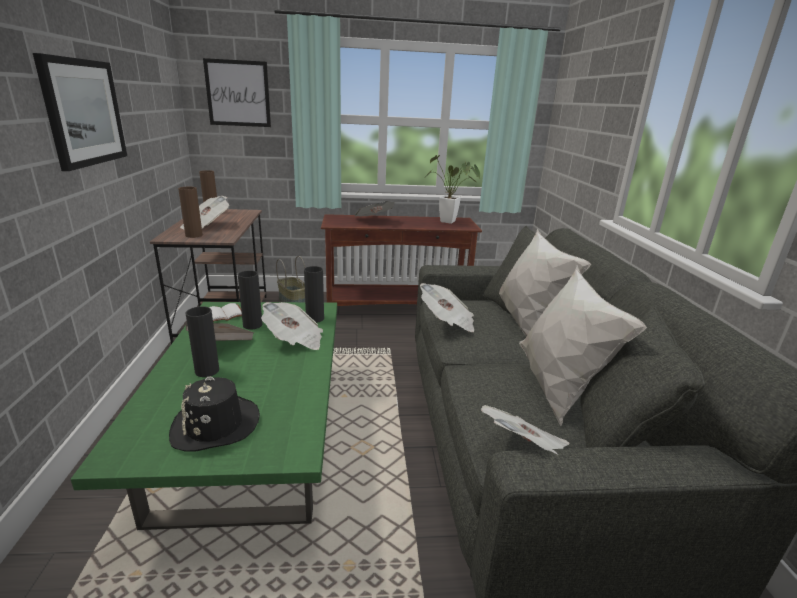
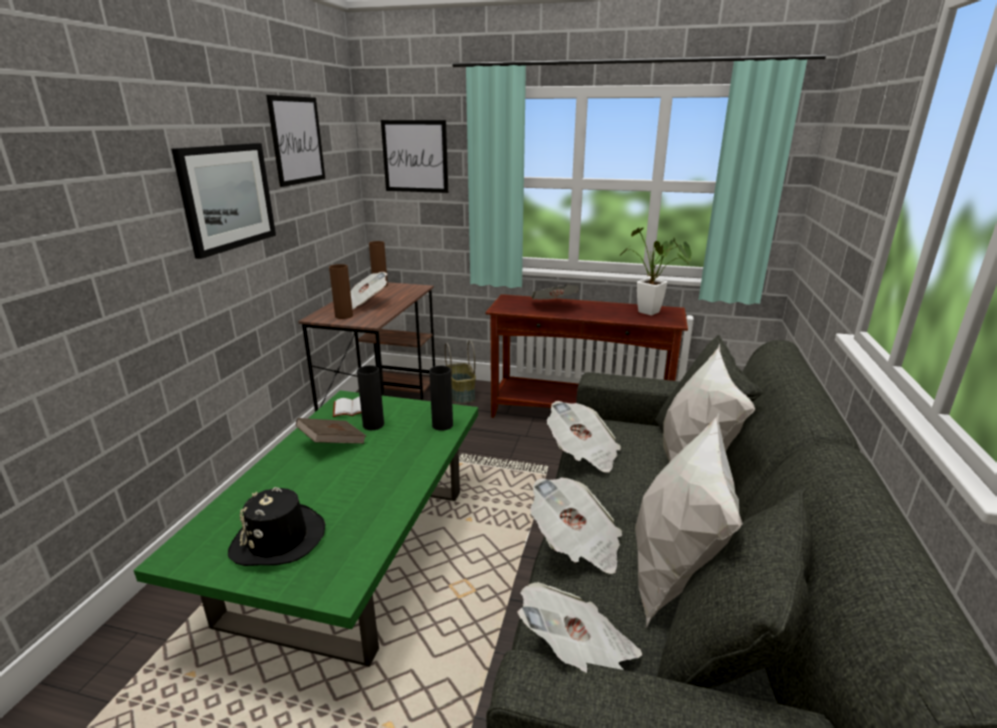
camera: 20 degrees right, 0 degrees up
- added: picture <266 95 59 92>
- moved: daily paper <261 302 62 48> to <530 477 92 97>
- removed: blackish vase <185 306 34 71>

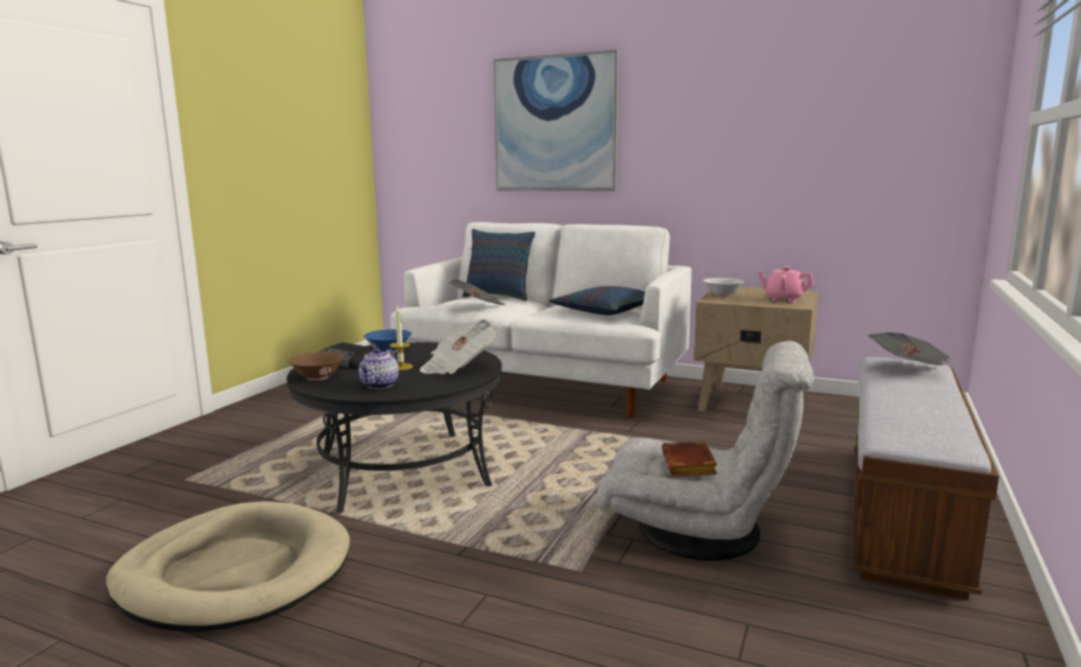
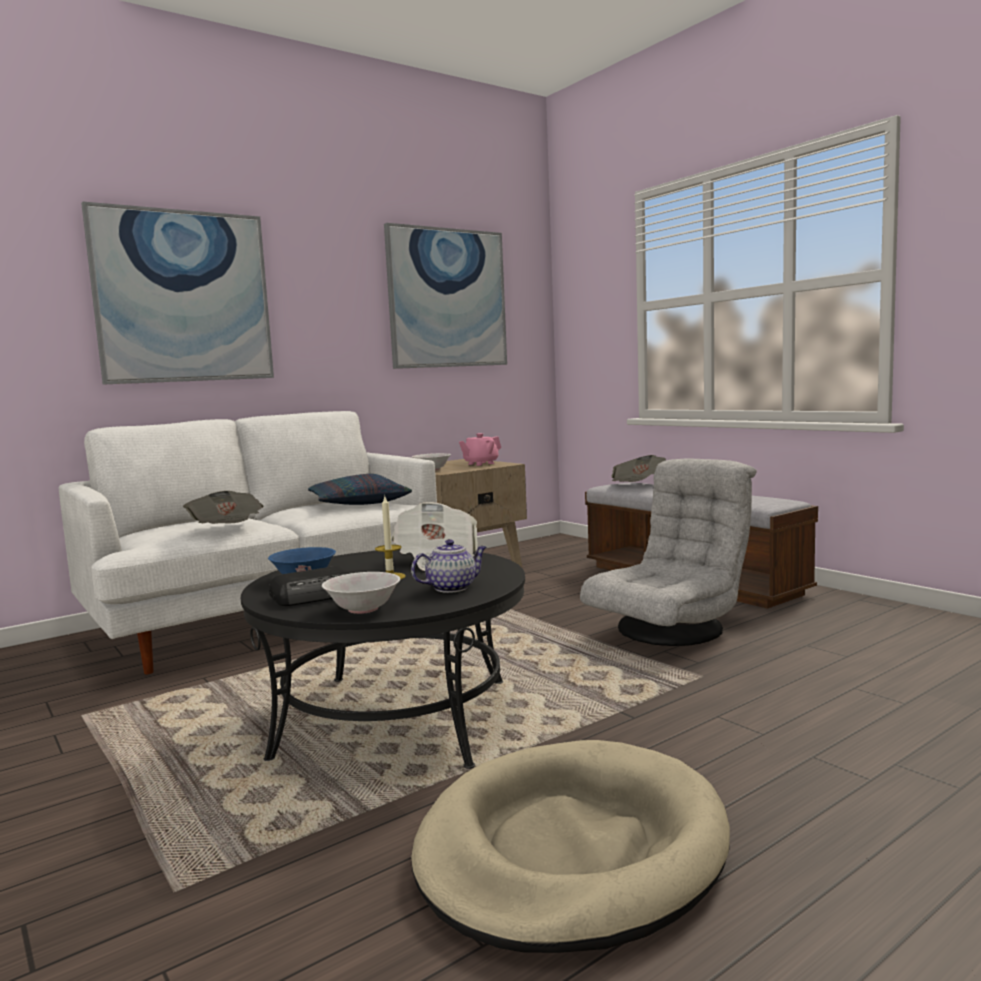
camera: 60 degrees left, 5 degrees down
- recoloured: brownish bowl <288 352 56 28> to whitish bowl <322 572 78 42>
- added: picture <384 223 123 146>
- turned: teapot <359 348 40 41> = <411 539 76 54> 75 degrees counterclockwise
- removed: bluish pillow <463 229 72 72>
- removed: brownish book <662 441 55 35>

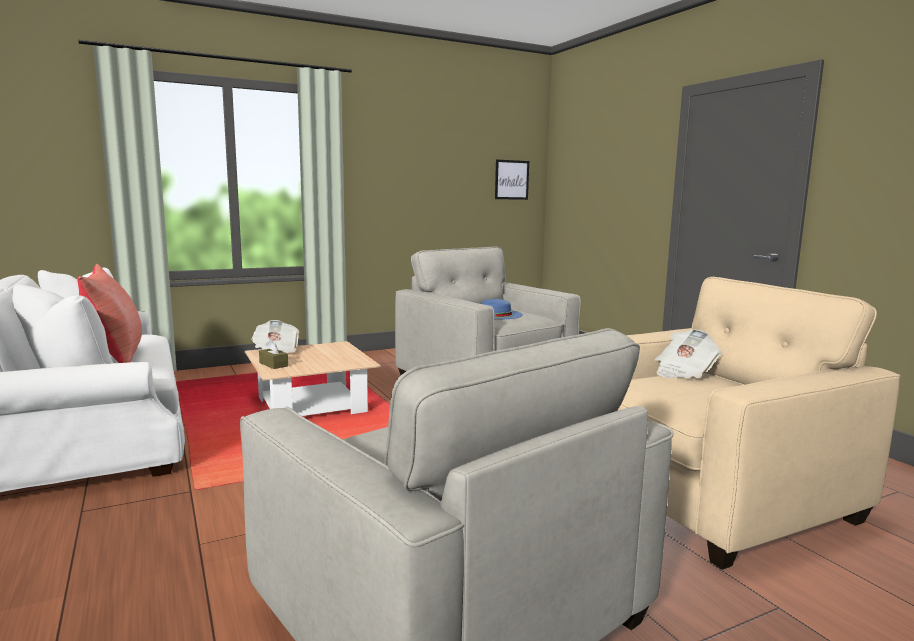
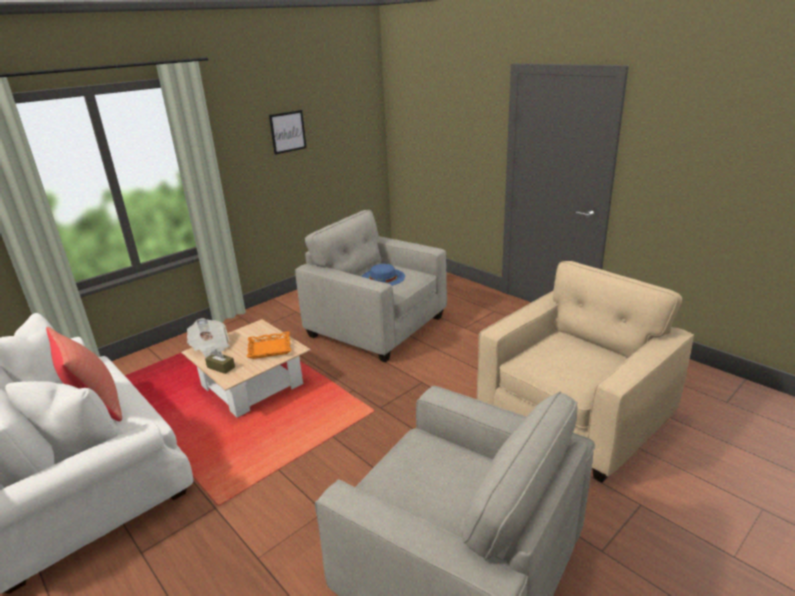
camera: 15 degrees left, 15 degrees up
- added: orange tray <247 331 44 28>
- moved: picture <495 160 34 40> to <269 110 37 45>
- removed: daily paper <654 329 69 49>

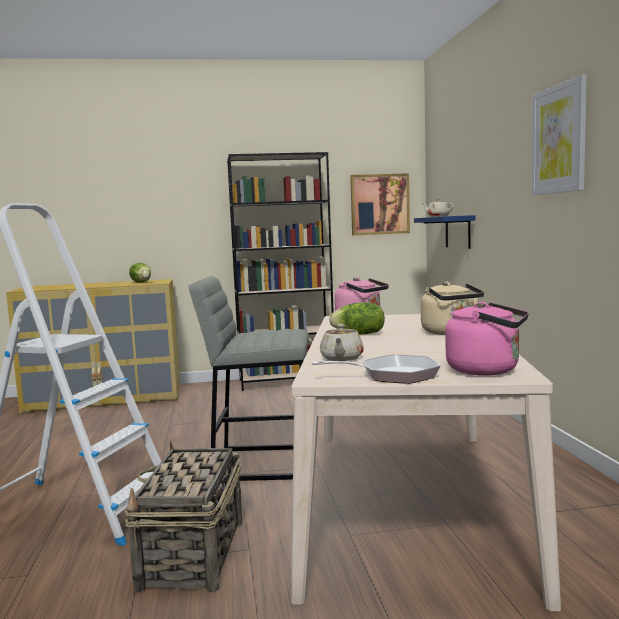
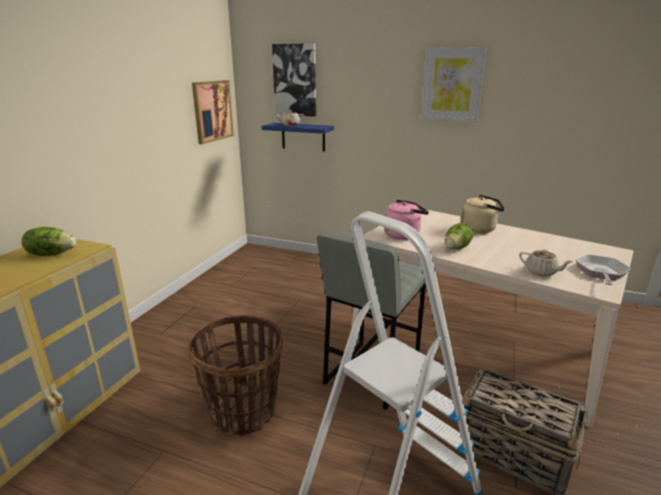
camera: 60 degrees left, 15 degrees up
- added: basket <188 315 95 121>
- added: picture <272 43 44 74>
- removed: sand-coloured bookshelf <227 152 107 239>
- removed: pinkish water kettle <445 302 84 74>

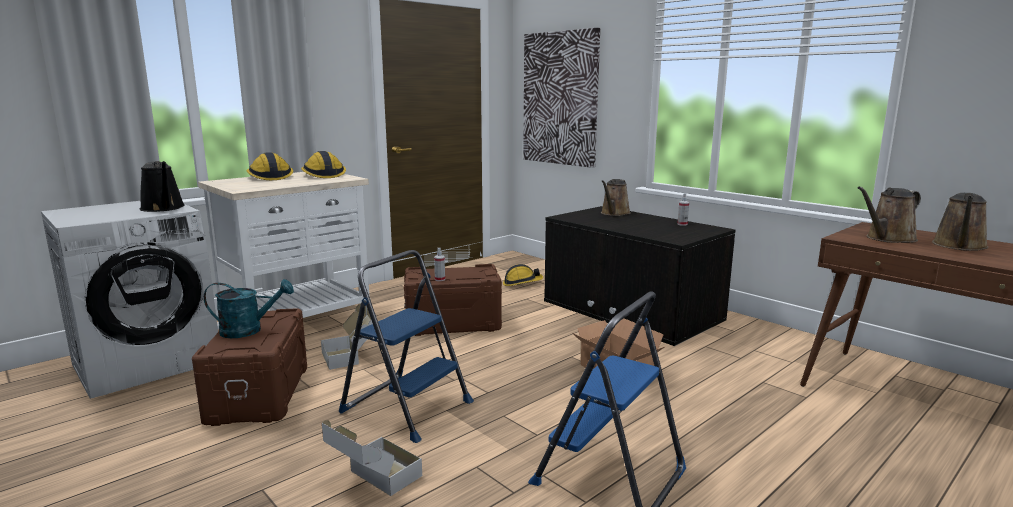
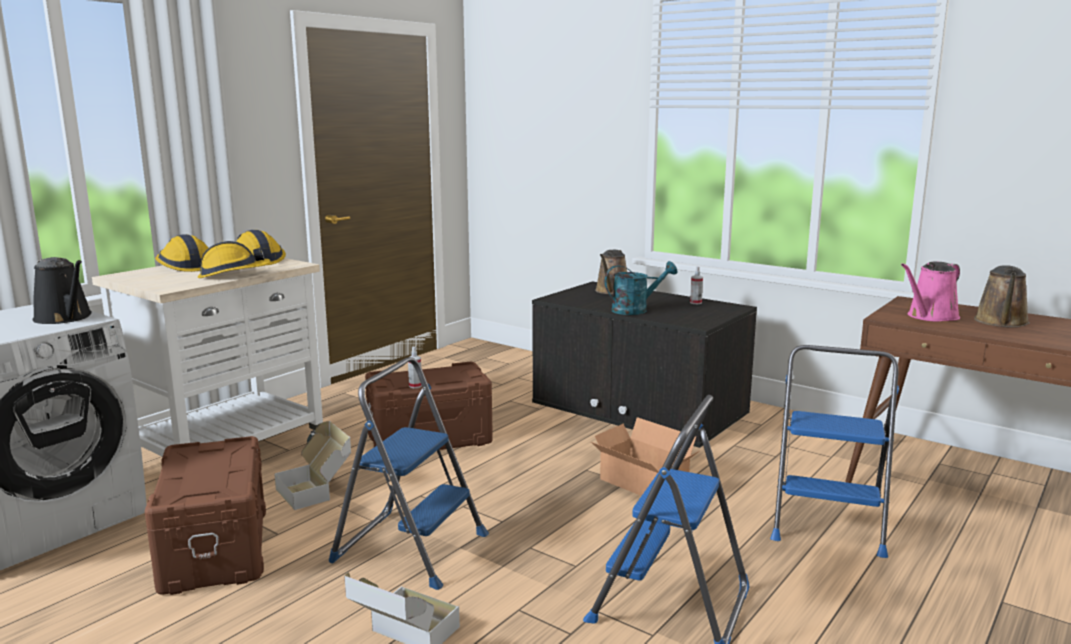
camera: 10 degrees left, 0 degrees up
- moved: work helmet <503 264 40 22> to <198 241 73 37>
- moved: blue-green watering can <204 279 90 59> to <605 261 73 54>
- added: bluish stepladder <770 345 129 213>
- recoloured: brownish watering can <858 187 63 56> to pinkish watering can <901 261 59 61>
- removed: picture <523 28 77 140>

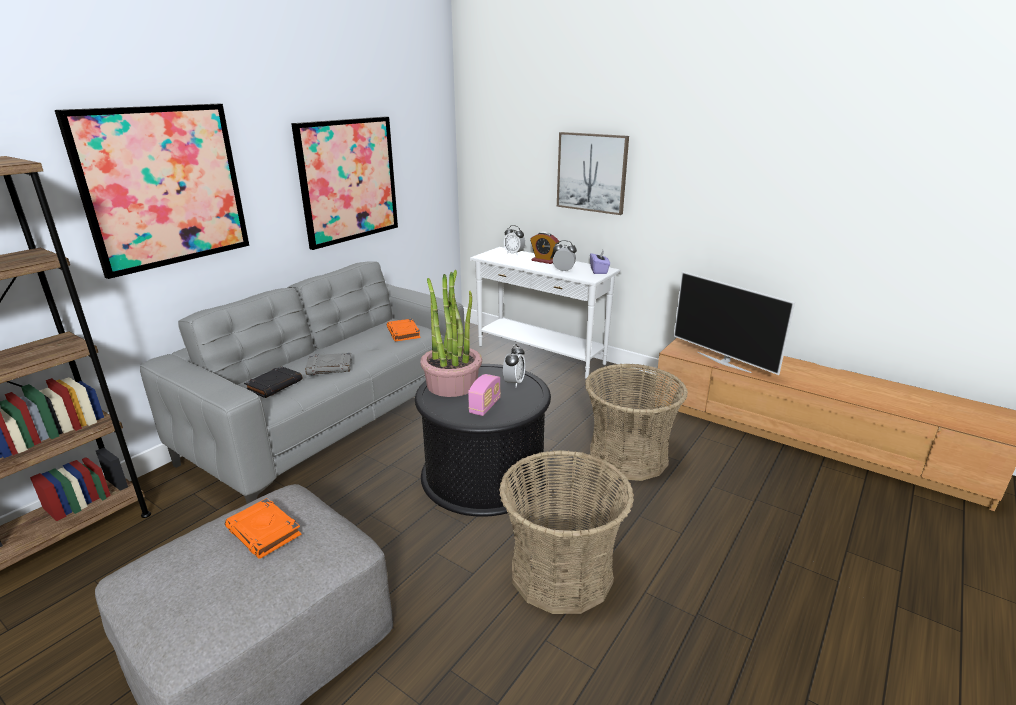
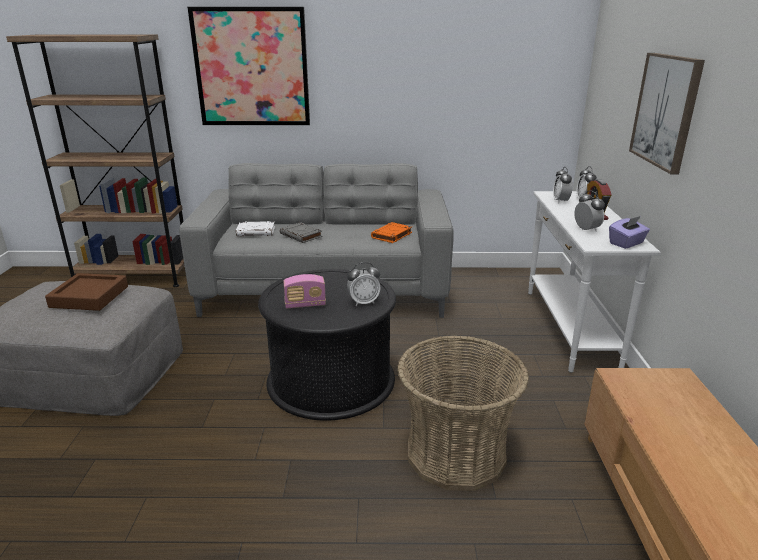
camera: 55 degrees right, 0 degrees up
- replaced: orange book <225 498 76 61> to brownish tray <45 273 83 38>
- recoloured: blackish book <244 366 58 32> to whitish book <236 221 39 15>
- added: bedside clock <553 167 20 37>
- removed: picture <291 116 107 134>
- removed: houseplant <420 270 62 127>
- removed: basket <499 450 135 164>
- removed: TV <673 271 122 104>

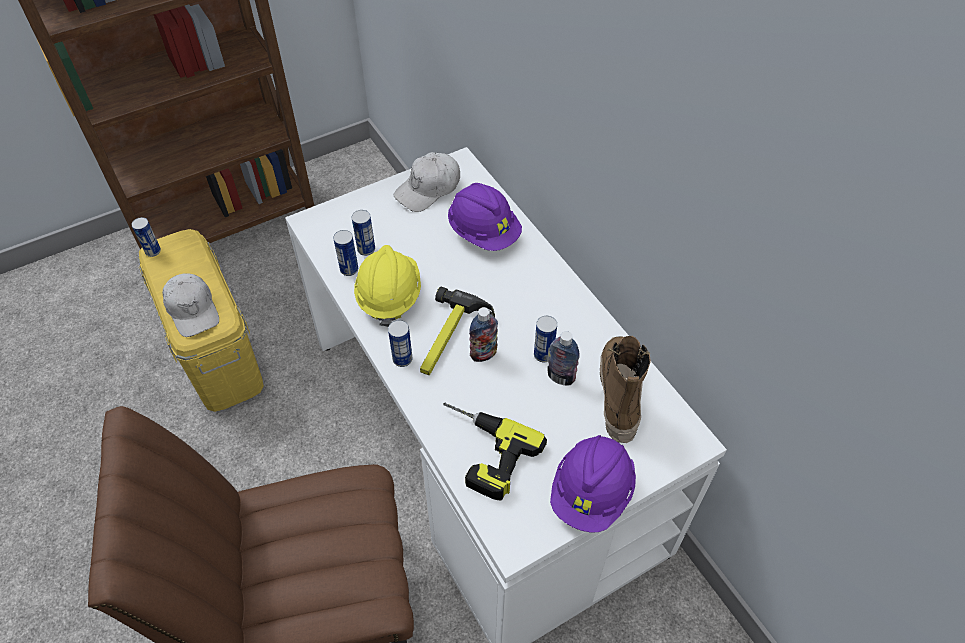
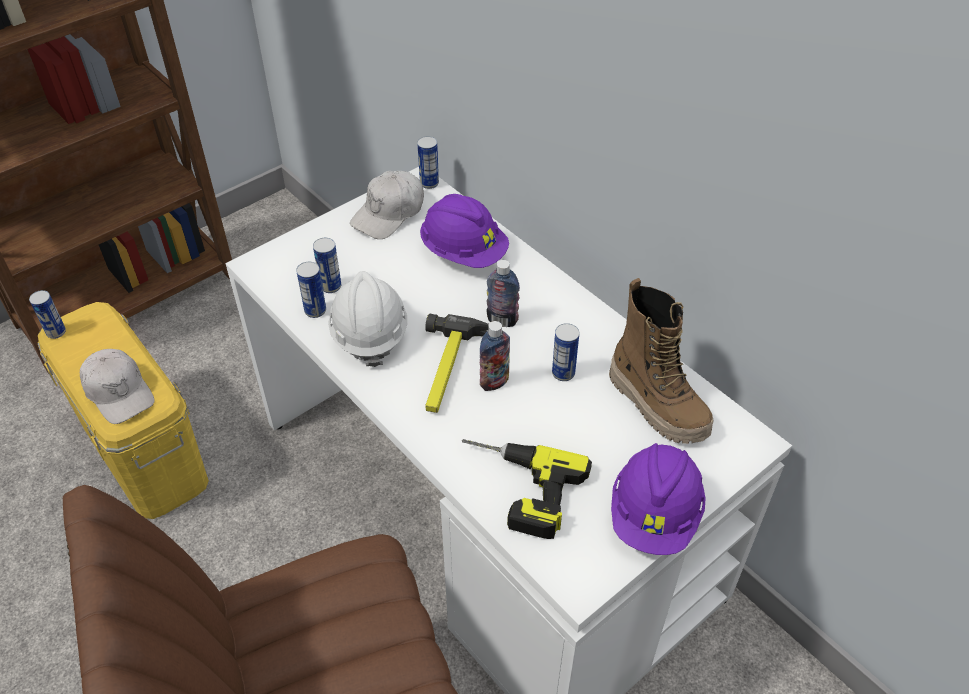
camera: 10 degrees left, 5 degrees down
- recoloured: yellowish work helmet <354 245 67 82> to whitish work helmet <328 271 79 96>
- moved: metal can <388 320 25 47> to <417 136 22 53>
- moved: drink bottle <547 331 33 54> to <486 260 34 67>
- turned: tall boot <600 336 51 107> = <609 278 105 166> 150 degrees clockwise

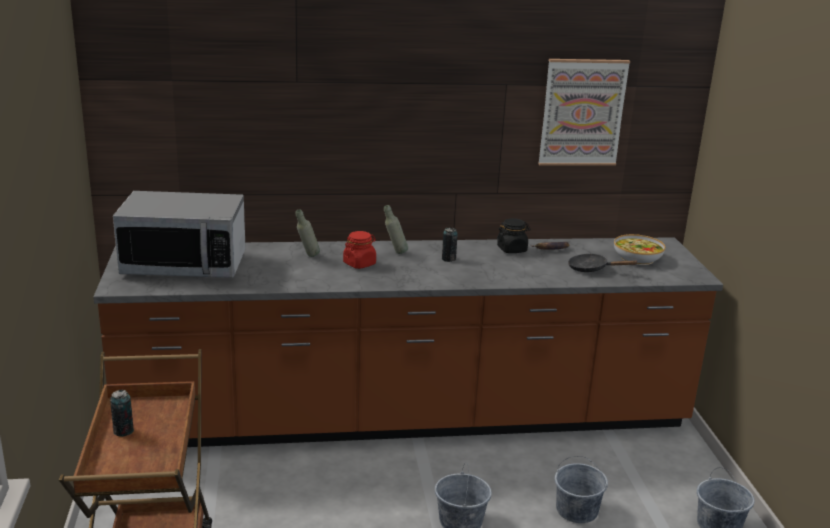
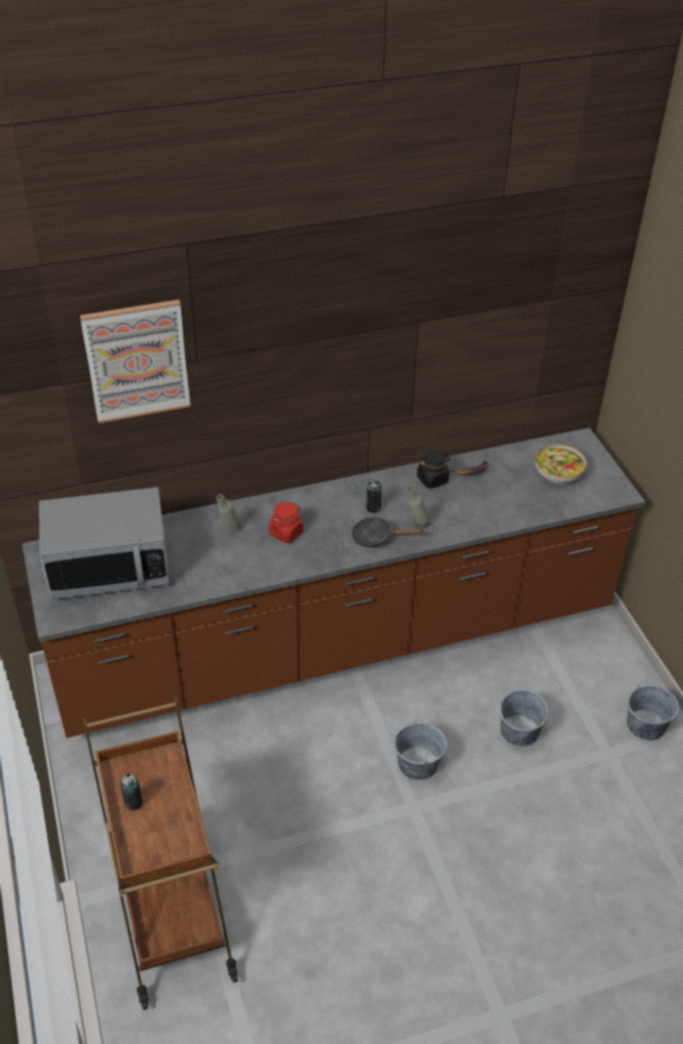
camera: 10 degrees left, 20 degrees up
- moved: picture <538 59 92 107> to <80 299 111 124>
- moved: blackish pan <568 253 70 19> to <351 517 73 30>
- moved: grey drink bottle <384 205 24 49> to <407 486 24 41>

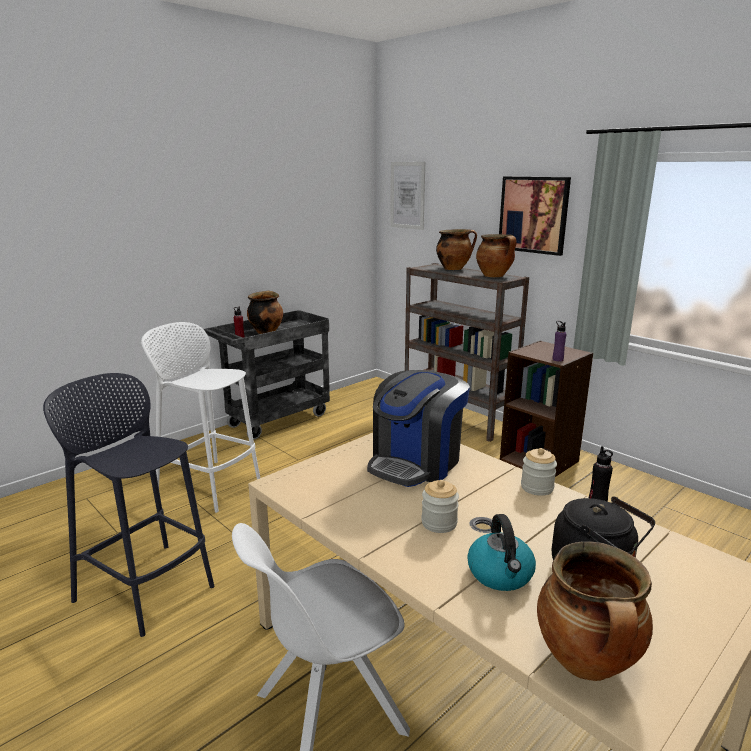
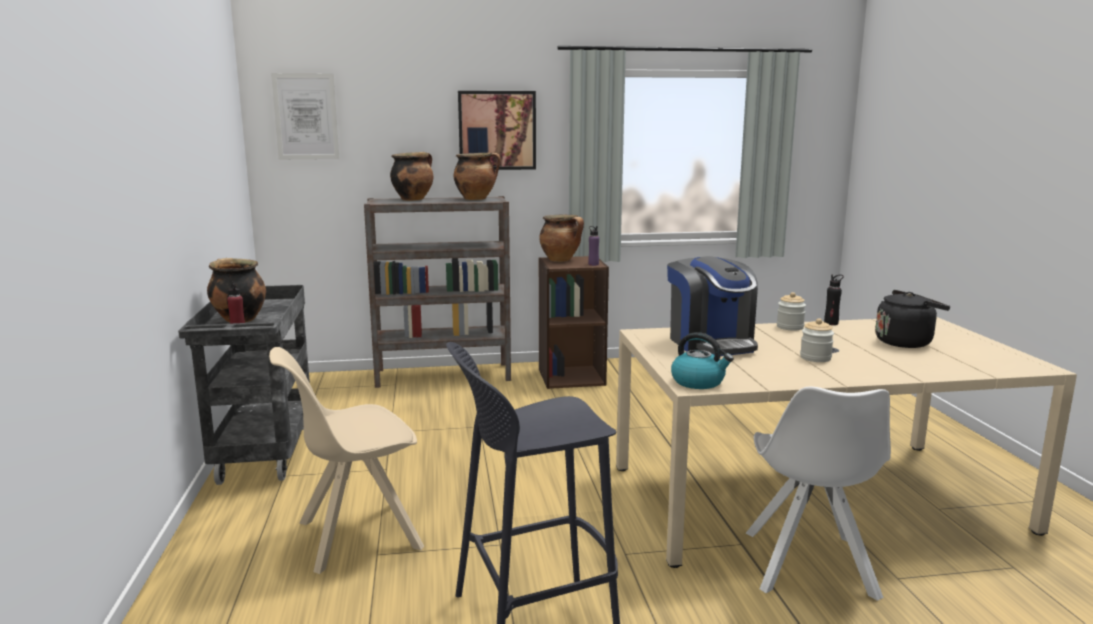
camera: 55 degrees left, 5 degrees down
- replaced: whitish stool seat <141 322 119 191> to sand-coloured upright chair <269 347 155 227>
- moved: saucepot <537 541 116 140> to <539 215 45 47>
- moved: water kettle <467 514 69 77> to <671 332 63 57>

